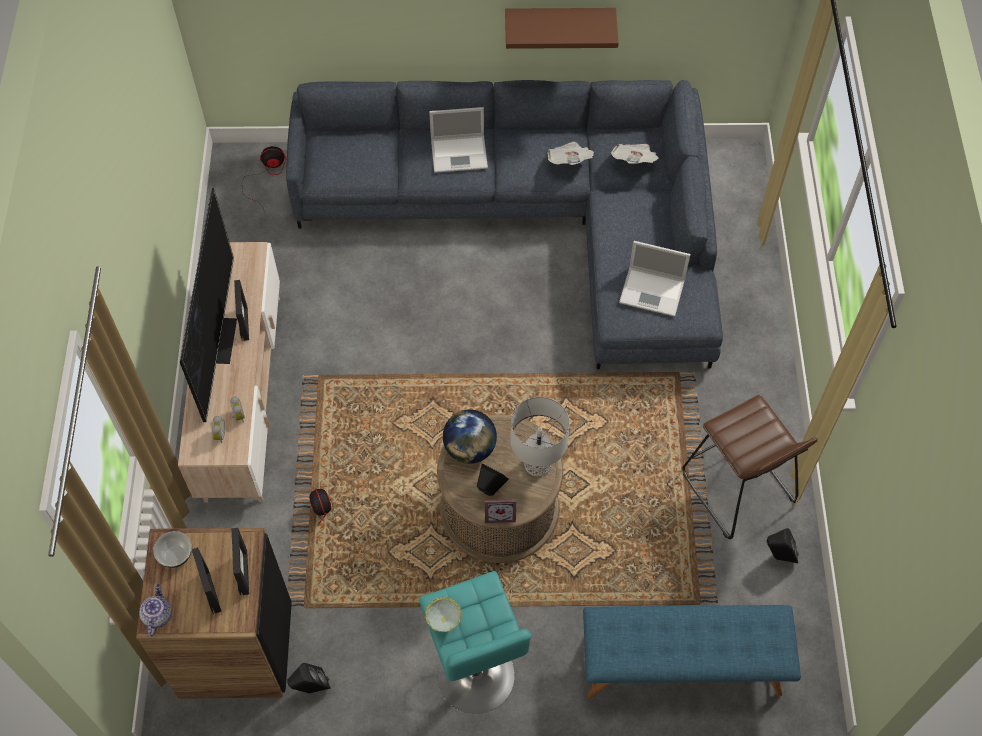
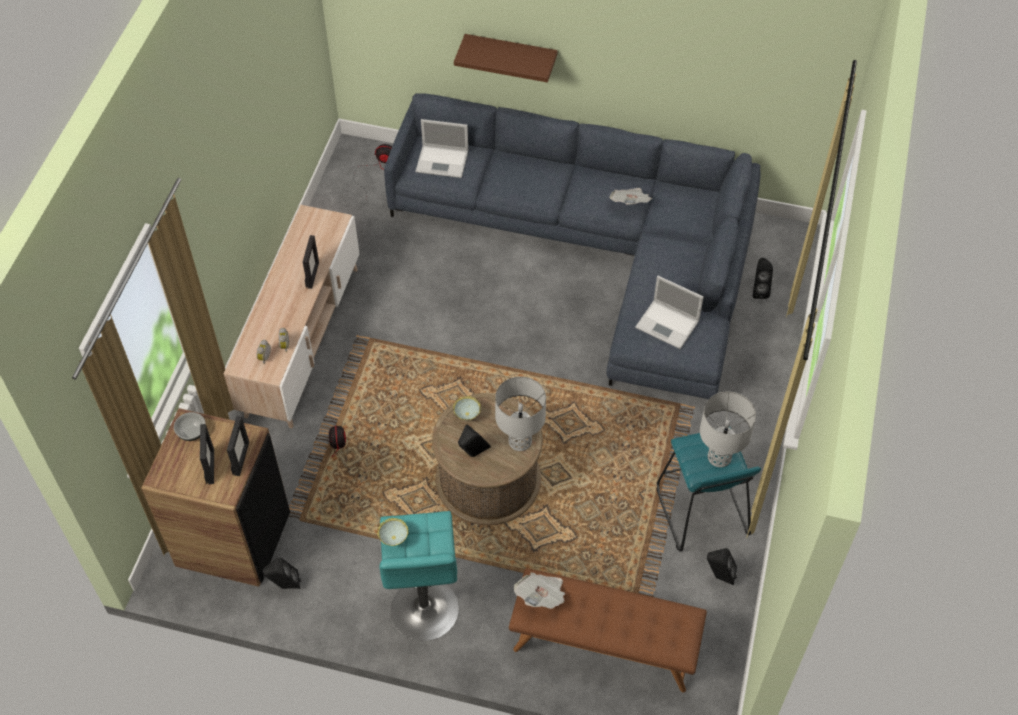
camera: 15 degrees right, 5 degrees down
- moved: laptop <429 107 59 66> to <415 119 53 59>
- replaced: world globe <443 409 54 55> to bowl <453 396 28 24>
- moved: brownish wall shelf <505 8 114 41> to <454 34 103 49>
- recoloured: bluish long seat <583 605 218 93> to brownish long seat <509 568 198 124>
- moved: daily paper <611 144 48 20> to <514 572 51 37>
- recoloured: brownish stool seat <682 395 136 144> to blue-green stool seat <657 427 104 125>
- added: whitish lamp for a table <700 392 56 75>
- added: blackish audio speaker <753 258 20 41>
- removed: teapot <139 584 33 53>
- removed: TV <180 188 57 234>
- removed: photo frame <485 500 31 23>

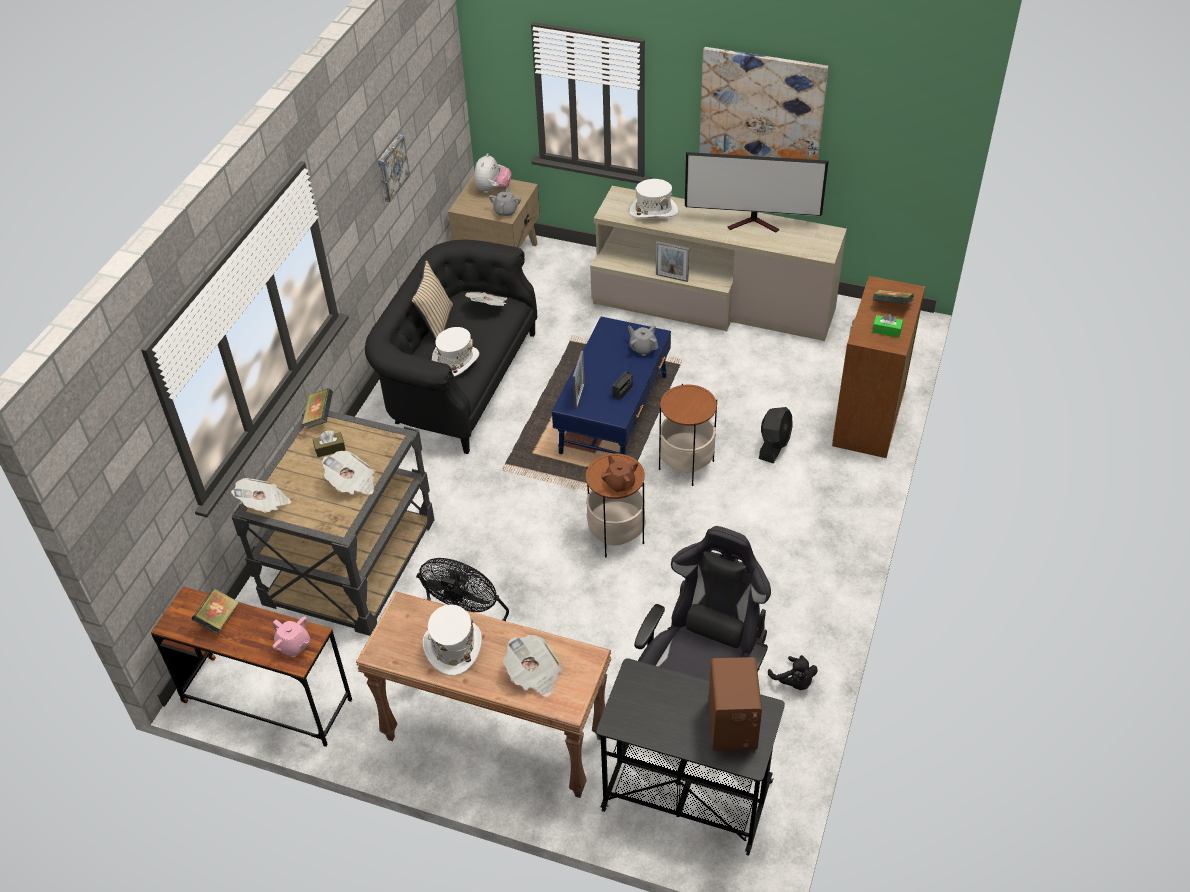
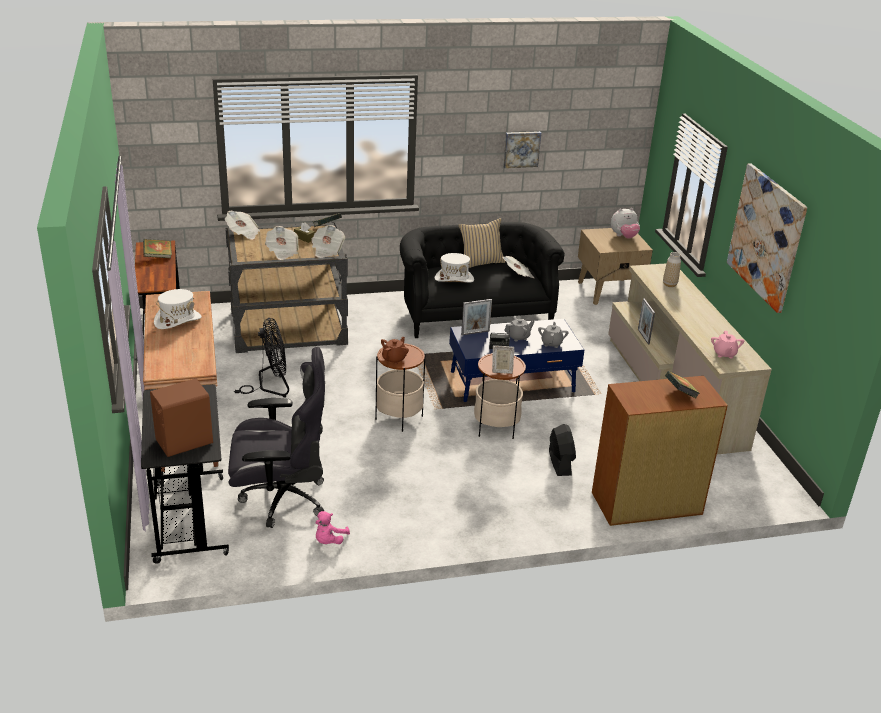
camera: 55 degrees right, 15 degrees down
- moved: daily paper <503 635 59 62> to <311 225 34 33>
- recoloured: blackish plush toy <768 655 50 35> to pinkish plush toy <315 511 35 33>
- added: photo frame <492 345 22 29>
- moved: grey teapot <489 187 32 30> to <504 316 31 26>
- turned: blackish cooling fan <759 407 33 56> = <549 424 27 52> 90 degrees counterclockwise
- replaced: whitish wearable hat <629 179 49 39> to vase <663 252 18 35>
- moved: pinkish teapot <273 616 37 41> to <711 331 33 27>
- removed: TV <685 152 144 80>
- removed: greenish box of tissues <872 314 31 24>

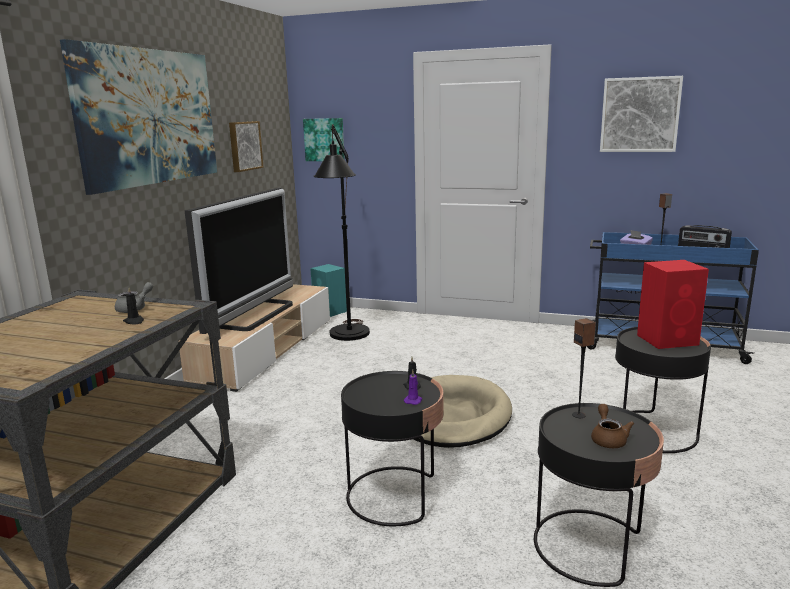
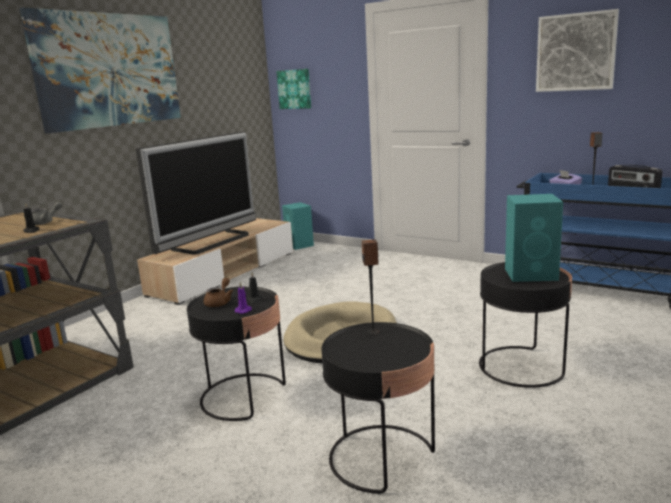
camera: 15 degrees right, 0 degrees up
- moved: brownish teapot <591 404 43 44> to <203 278 30 29>
- recoloured: red-coloured audio speaker <637 260 72 89> to blue-green audio speaker <505 194 58 88>
- removed: picture <229 121 35 51>
- removed: blackish standing lamp <313 124 57 217>

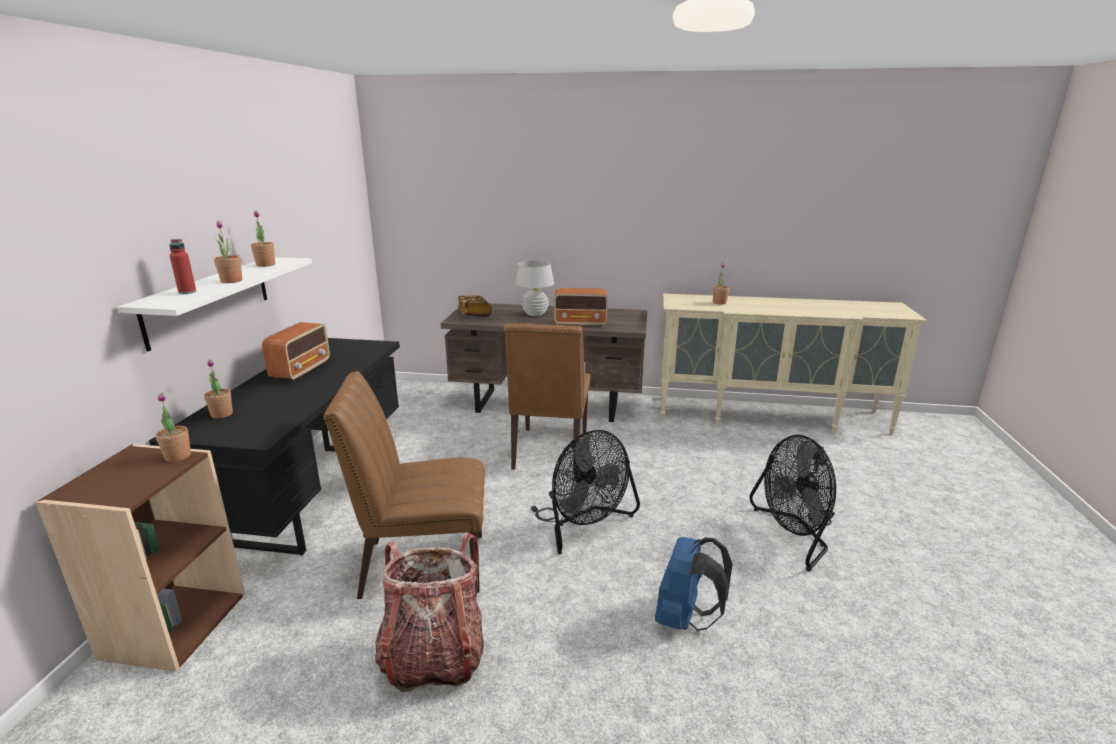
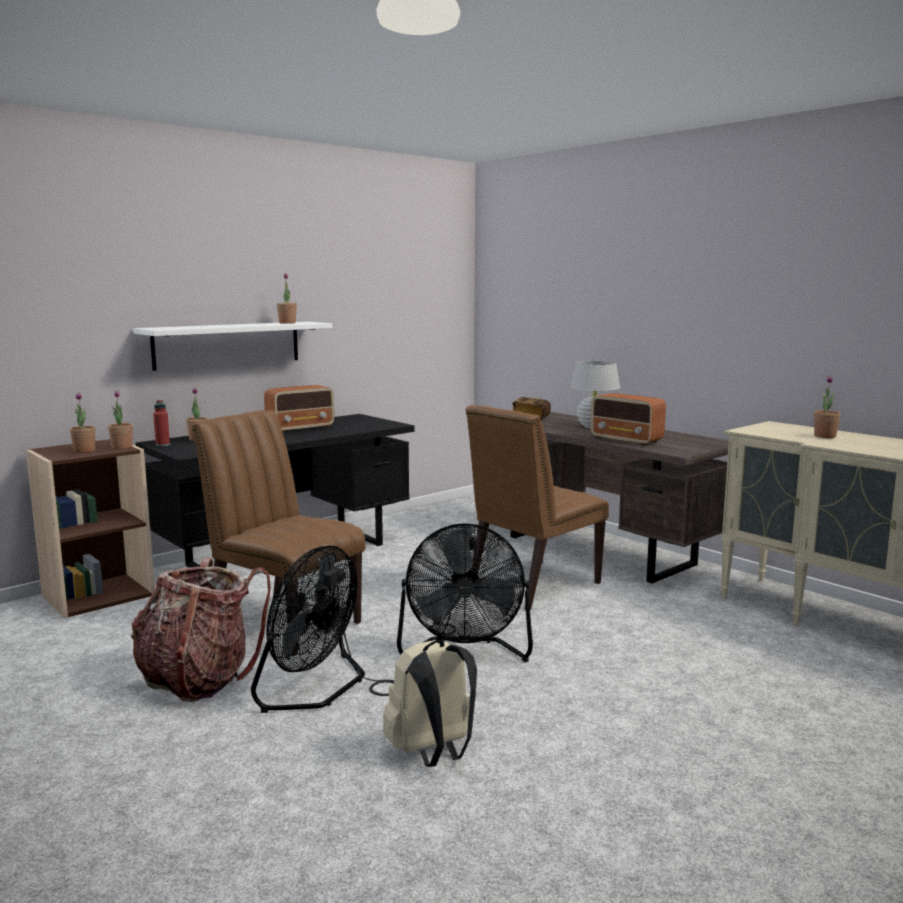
camera: 40 degrees right, 10 degrees down
- moved: houseplant <214 221 28 62> to <70 392 25 61>
- moved: red-coloured drink bottle <169 239 27 55> to <153 400 17 46>
- moved: blackish cooling fan <750 435 86 137> to <251 546 143 167>
- recoloured: bluish rucksack <655 537 78 94> to sand-coloured rucksack <383 640 94 127>

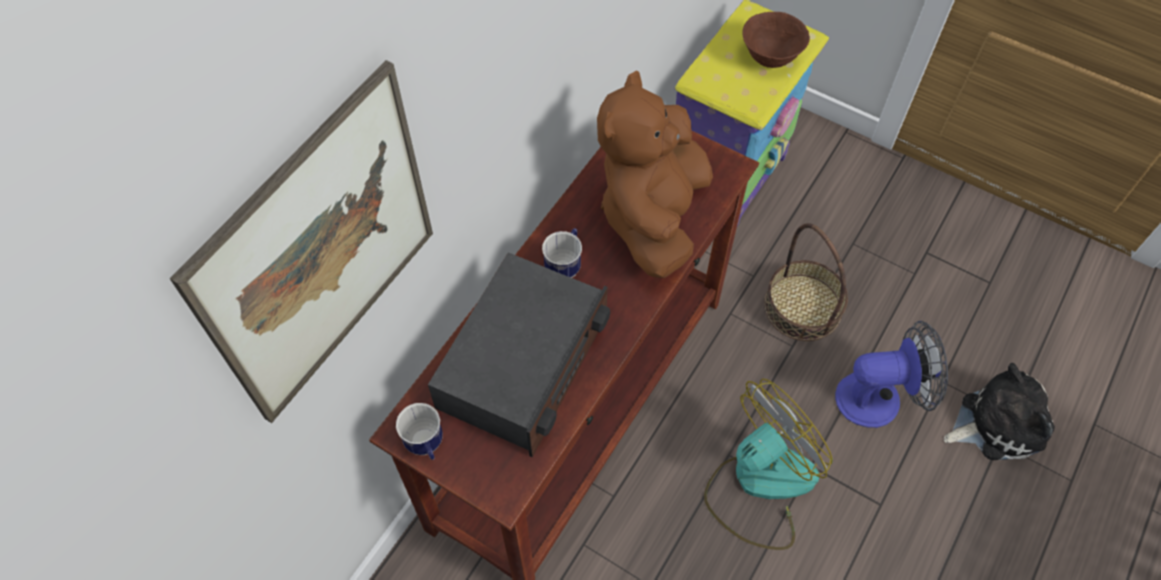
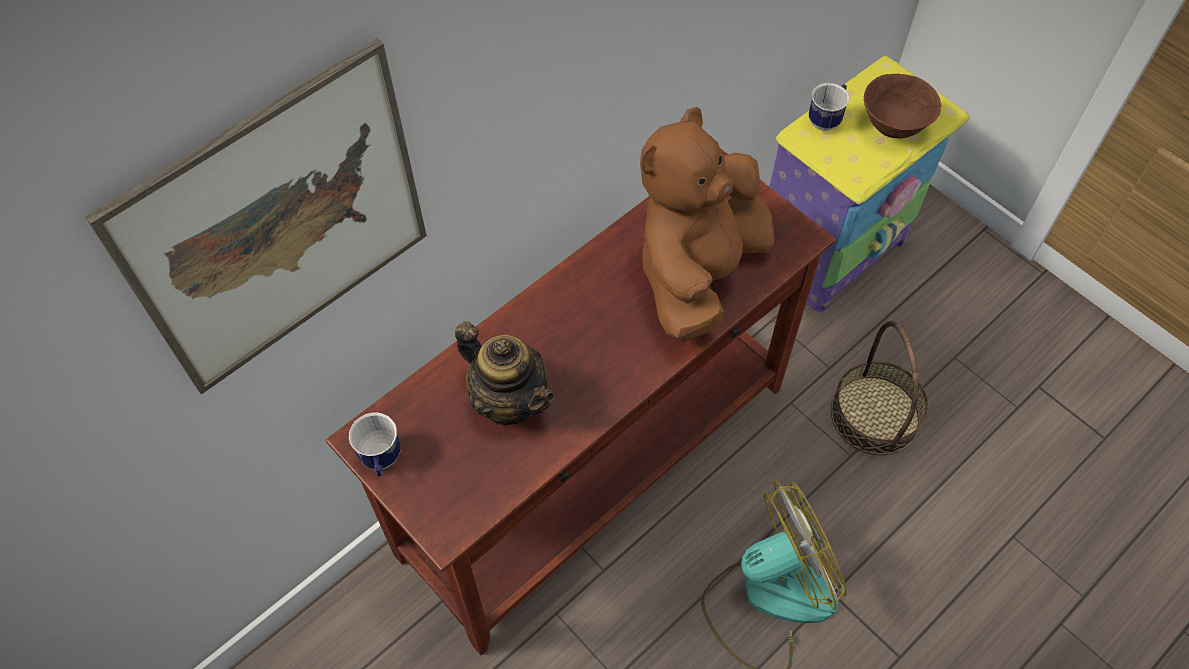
camera: 15 degrees right, 0 degrees up
- replaced: radio <428 253 182 204> to teapot <455 321 100 104>
- moved: tea mug <542 228 40 50> to <809 83 40 48>
- removed: cooling fan <835 321 113 107>
- removed: plush toy <944 363 111 97>

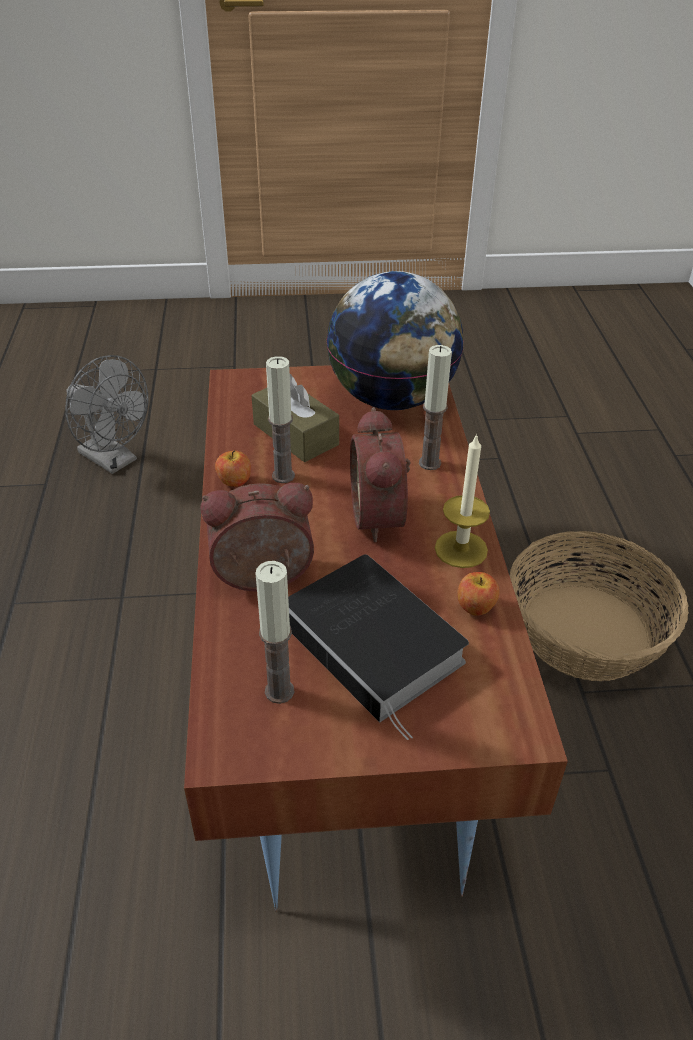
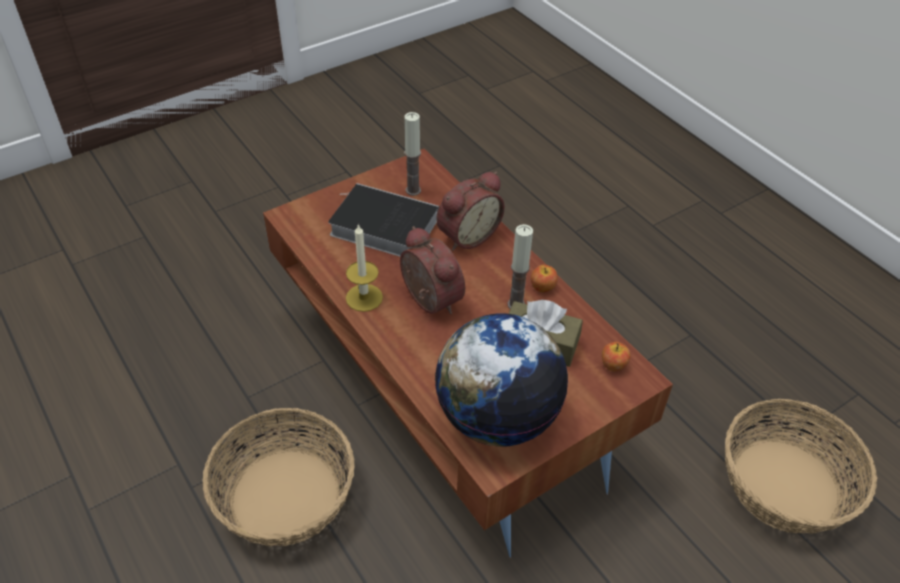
camera: 150 degrees right, 5 degrees up
- moved: whole apple <457 572 43 44> to <602 342 28 29>
- replaced: grey cooling fan <65 355 84 119> to basket <725 399 152 134>
- removed: wax candle <419 345 33 125>

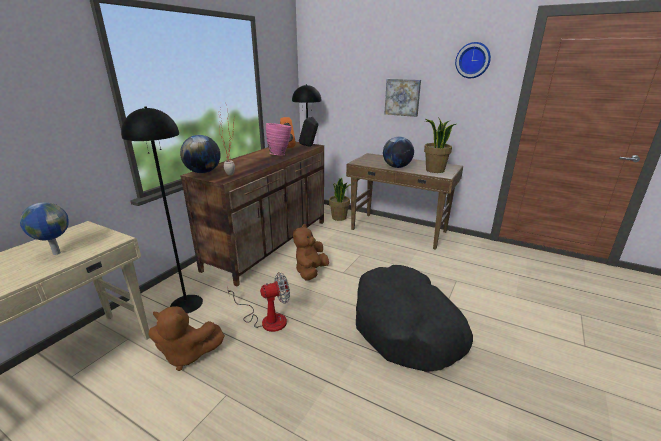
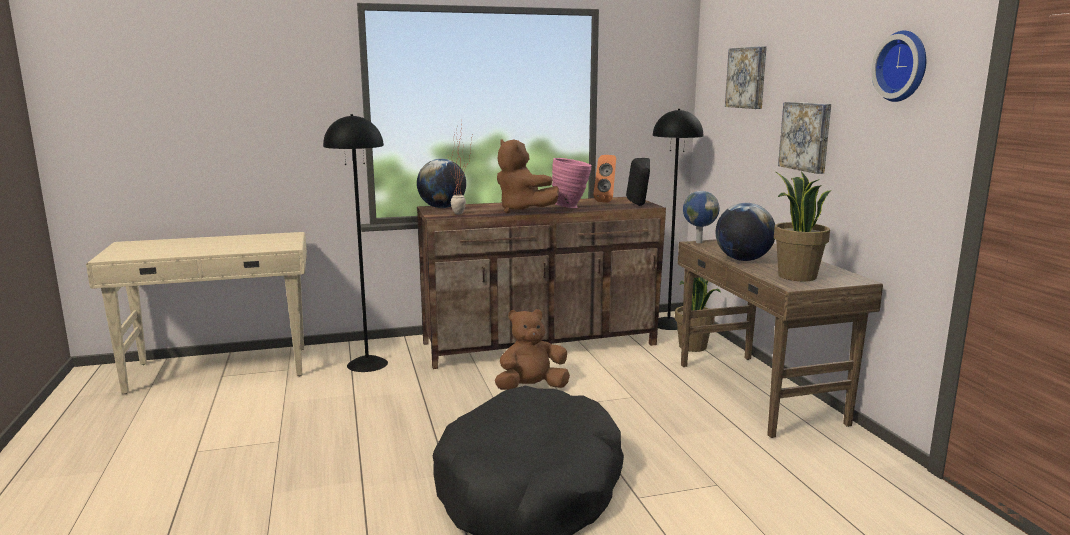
camera: 45 degrees right, 10 degrees down
- moved: brownish plush toy <149 306 76 65> to <497 139 62 74>
- moved: world globe <20 202 49 53> to <683 191 37 52>
- added: picture <725 46 42 63>
- removed: cooling fan <227 272 63 60>

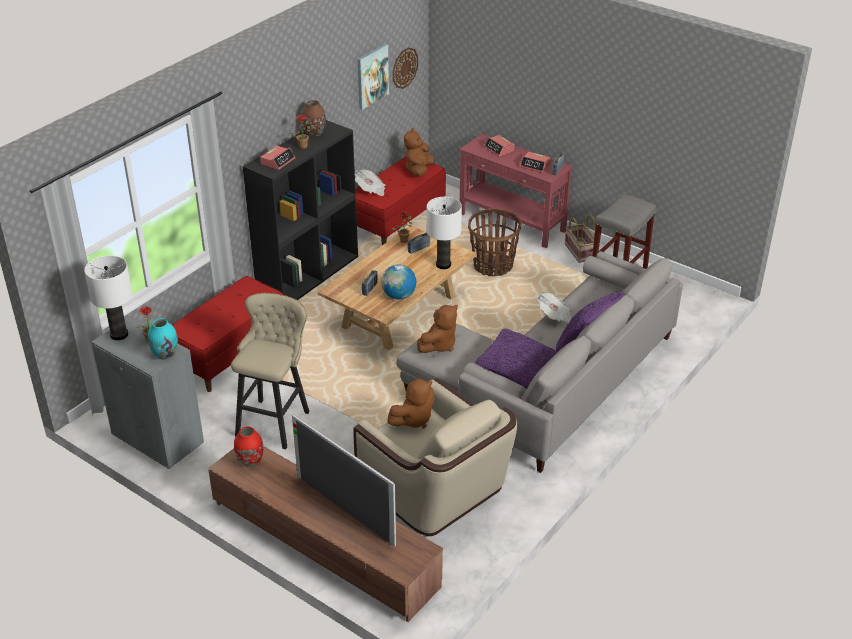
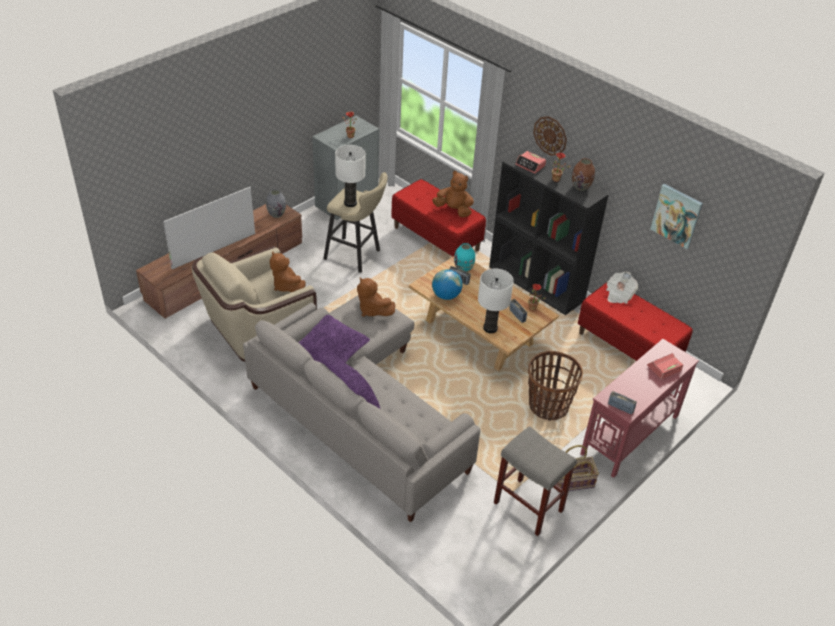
camera: 95 degrees right, 5 degrees up
- recoloured: red-coloured vase <234 427 30 40> to grey vase <266 189 20 29>
- moved: whitish lamp for a table <84 256 48 84> to <335 145 30 62>
- moved: brownish plush toy <404 128 31 49> to <432 171 42 46>
- moved: blue-green vase <148 318 30 42> to <454 243 21 29>
- moved: wall clock <393 47 25 42> to <533 116 34 40>
- removed: bedside clock <520 152 31 21>
- removed: daily paper <537 293 34 30>

